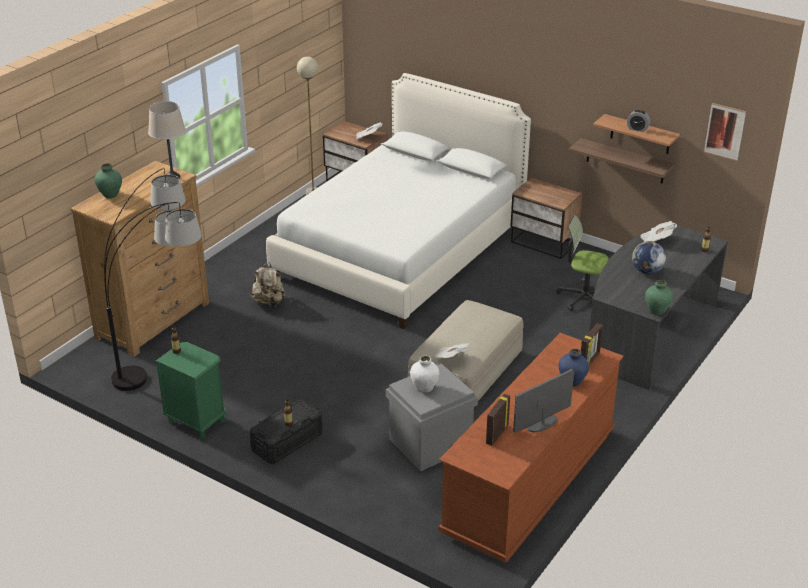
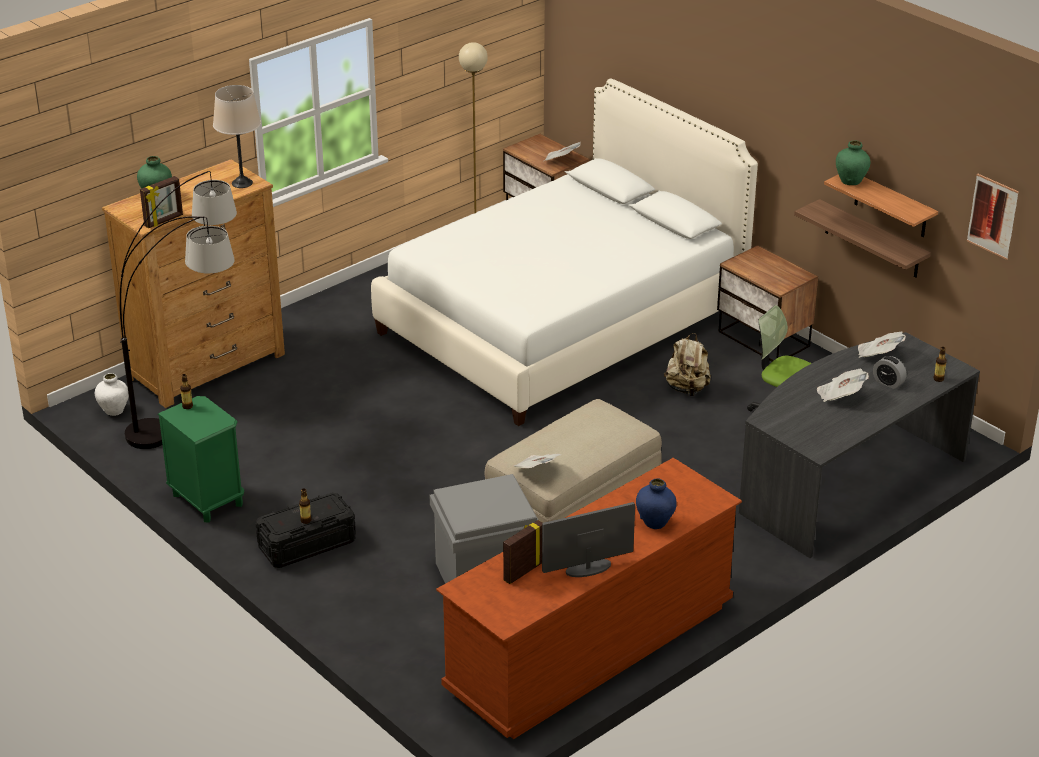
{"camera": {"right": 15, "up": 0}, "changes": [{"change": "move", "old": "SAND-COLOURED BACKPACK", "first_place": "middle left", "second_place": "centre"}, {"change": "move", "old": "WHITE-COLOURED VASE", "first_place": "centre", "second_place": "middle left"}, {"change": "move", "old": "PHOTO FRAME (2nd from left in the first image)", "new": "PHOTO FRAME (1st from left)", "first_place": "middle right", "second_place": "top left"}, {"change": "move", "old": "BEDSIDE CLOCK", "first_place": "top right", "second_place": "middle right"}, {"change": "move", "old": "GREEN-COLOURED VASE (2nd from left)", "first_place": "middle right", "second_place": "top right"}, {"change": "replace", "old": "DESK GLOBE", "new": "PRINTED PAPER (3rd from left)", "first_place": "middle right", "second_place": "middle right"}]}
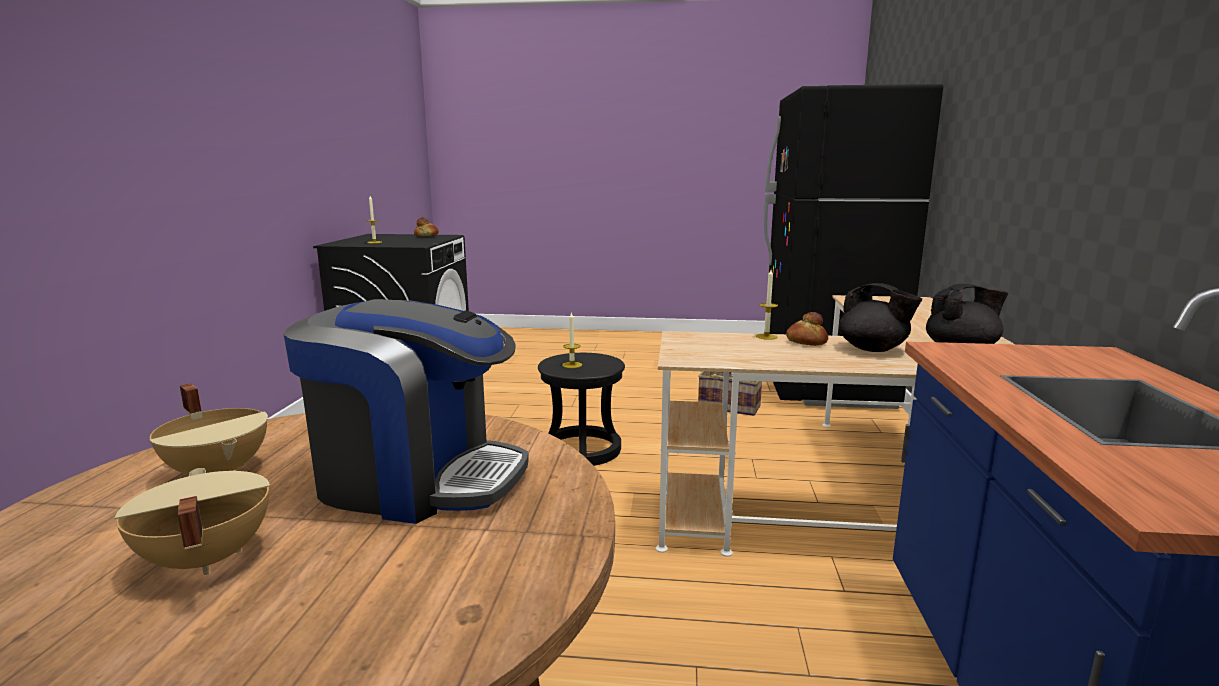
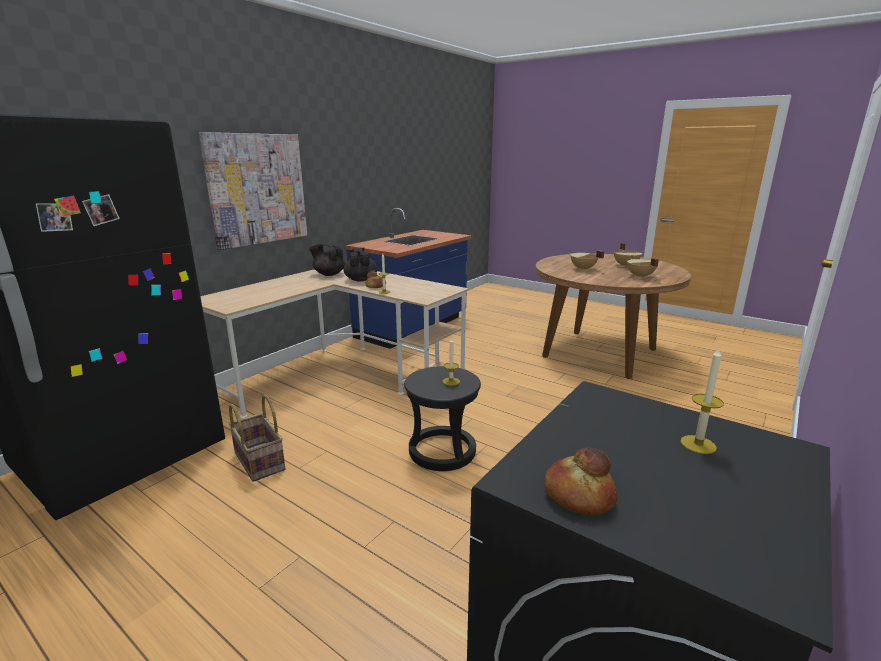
{"camera": {"right": -150, "up": 5}, "changes": [{"change": "insert", "new": "PICTURE", "second_place": "top left"}, {"change": "replace", "old": "COFFEE MAKER", "new": "SAND-COLOURED STOCKPOT (1st from left)", "first_place": "middle left", "second_place": "centre"}]}
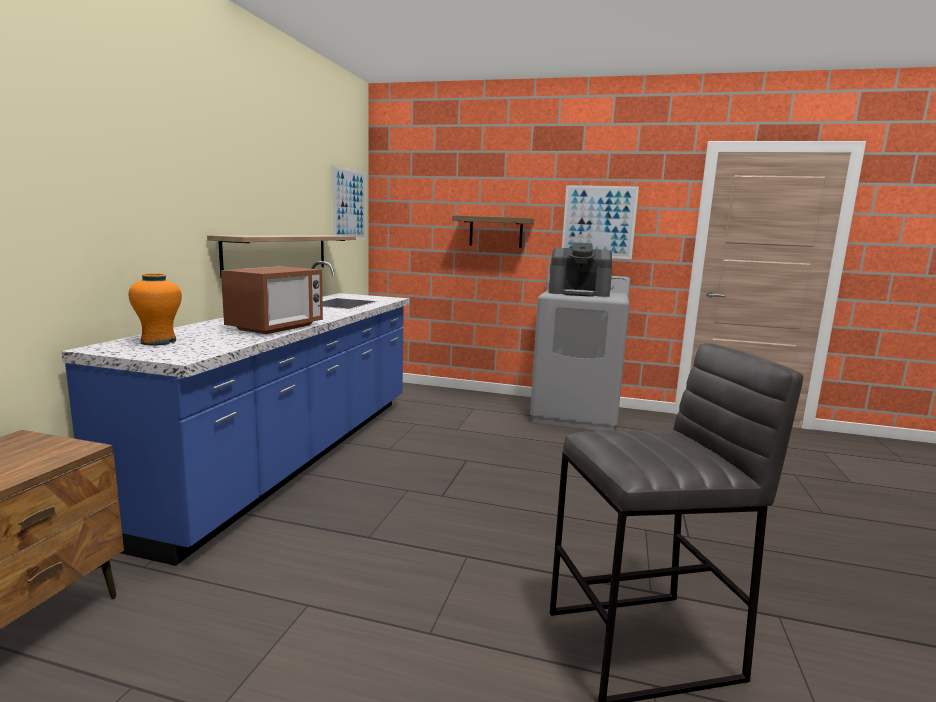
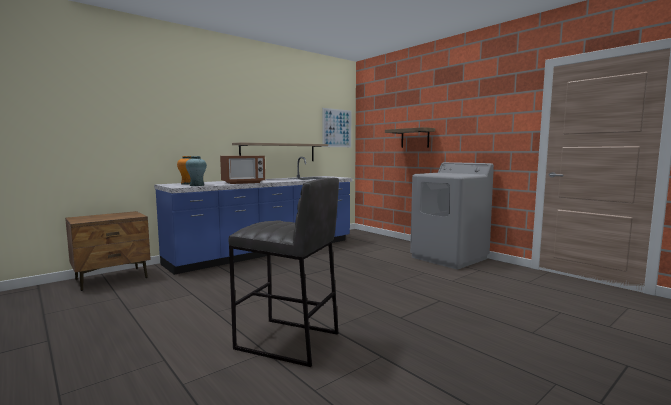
{"camera": {"right": 35, "up": -5}, "changes": [{"change": "delete", "old": "COFFEE MAKER", "first_place": "centre"}, {"change": "delete", "old": "PICTURE (2nd from left)", "first_place": "top centre"}, {"change": "insert", "new": "TURQUOISE-COLOURED VASE", "second_place": "middle left"}]}
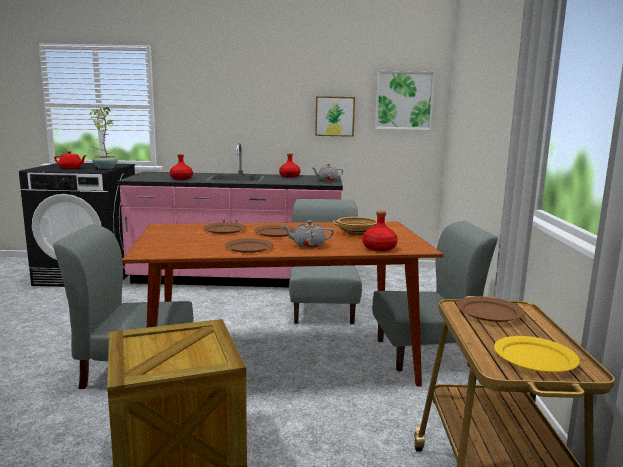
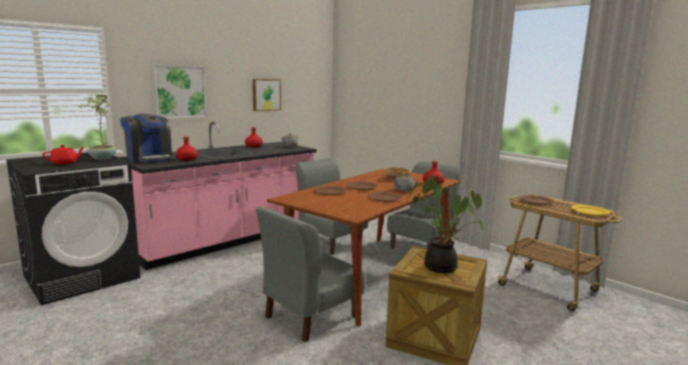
{"camera": {"right": -45, "up": 0}, "changes": [{"change": "insert", "new": "COFFEE MAKER", "second_place": "middle left"}, {"change": "insert", "new": "PLANT IN A POT (2nd from left)", "second_place": "centre"}, {"change": "move", "old": "PICTURE (2nd from left in the first image)", "new": "PICTURE (1st from left)", "first_place": "top centre", "second_place": "top left"}]}
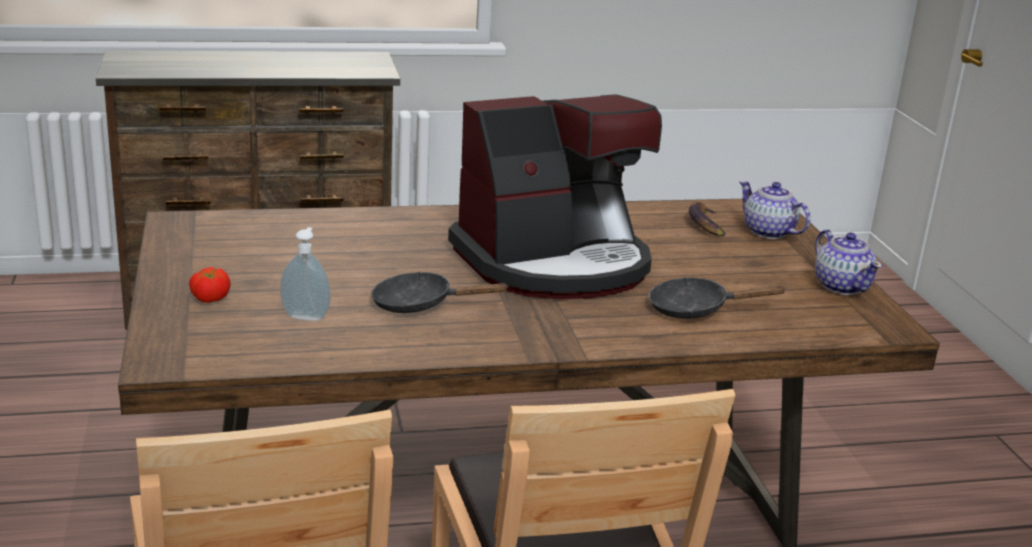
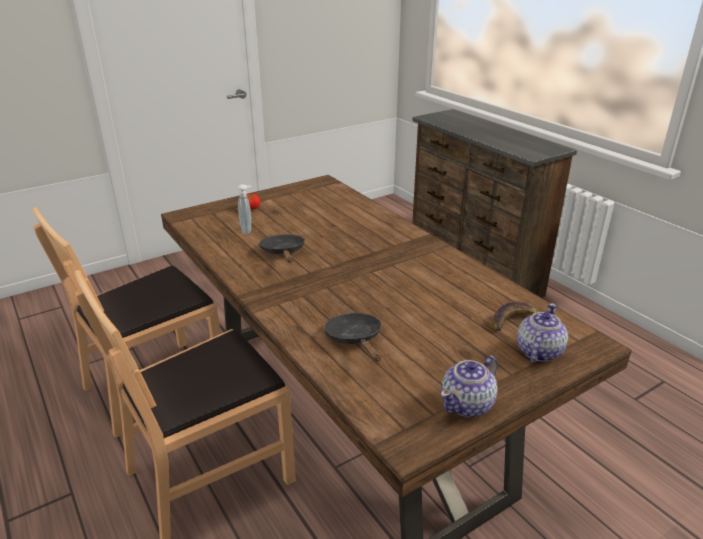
{"camera": {"right": 70, "up": 5}, "changes": [{"change": "delete", "old": "COFFEE MAKER", "first_place": "centre"}]}
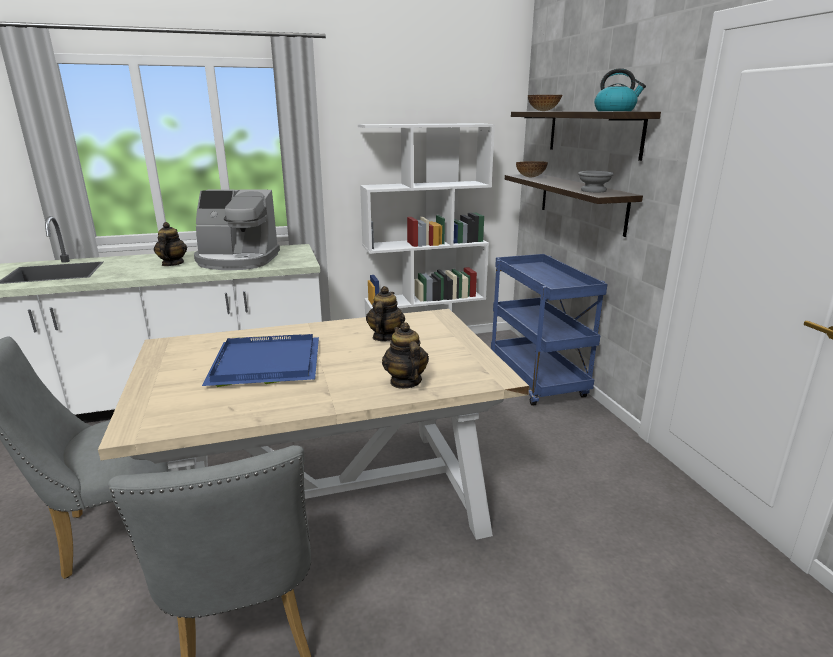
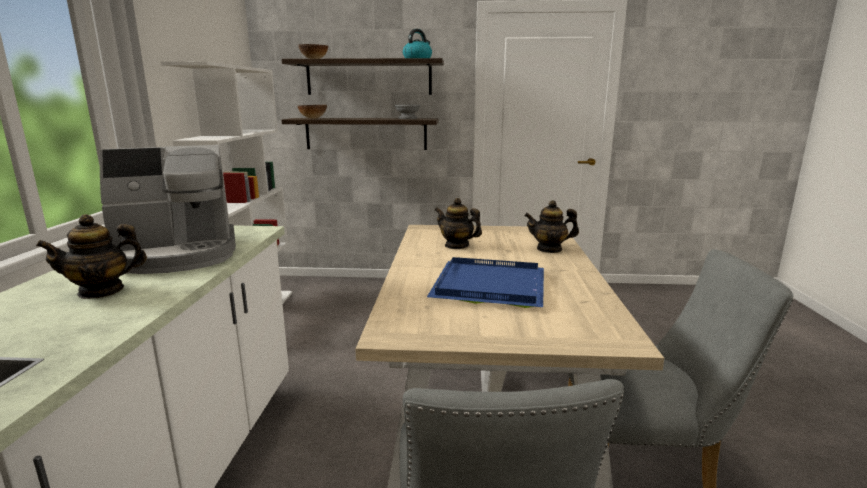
{"camera": {"right": -70, "up": -5}, "changes": [{"change": "delete", "old": "BLUE-COLOURED CART", "first_place": "centre"}, {"change": "rotate", "old": "TEAPOT (1st from left)", "first_place": "middle left", "second_place": "middle left", "degrees": -45}, {"change": "rotate", "old": "COFFEE MAKER", "first_place": "middle left", "second_place": "middle left", "degrees": 45}]}
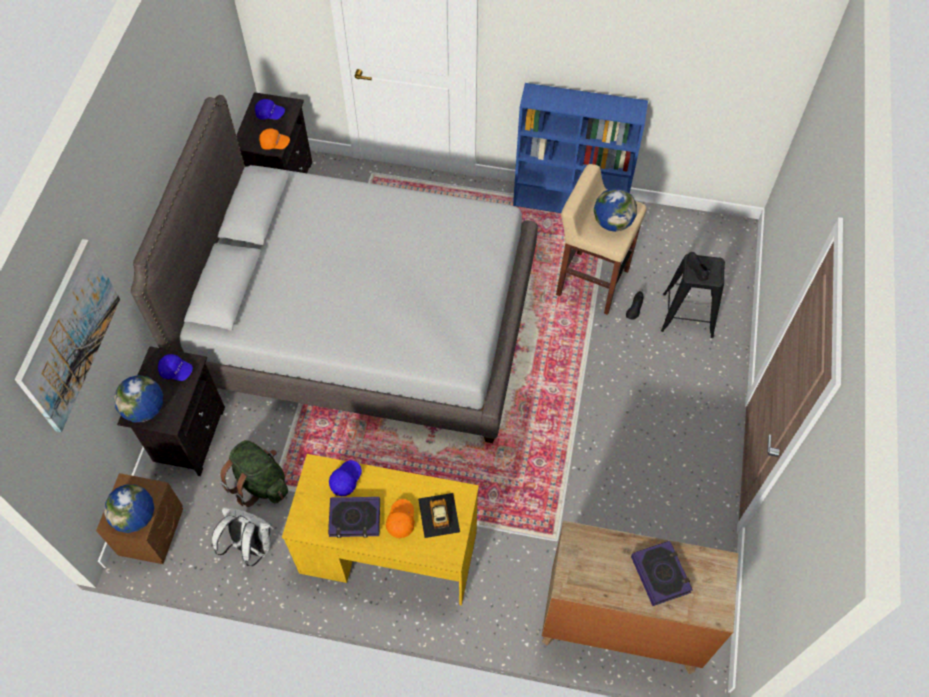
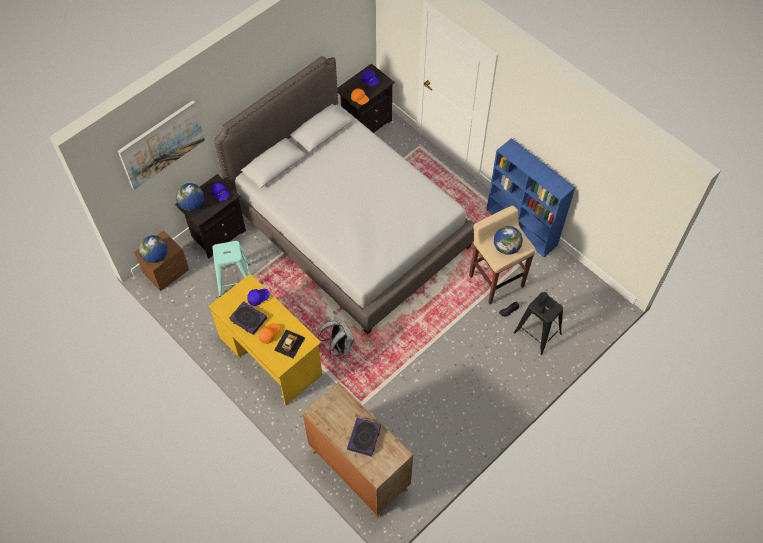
{"camera": {"right": 35, "up": 0}, "changes": [{"change": "move", "old": "WHITE-COLOURED BACKPACK", "first_place": "bottom left", "second_place": "centre"}, {"change": "replace", "old": "GREEN-COLOURED BACKPACK", "new": "TURQUOISE-COLOURED STOOL SEAT", "first_place": "bottom left", "second_place": "middle left"}]}
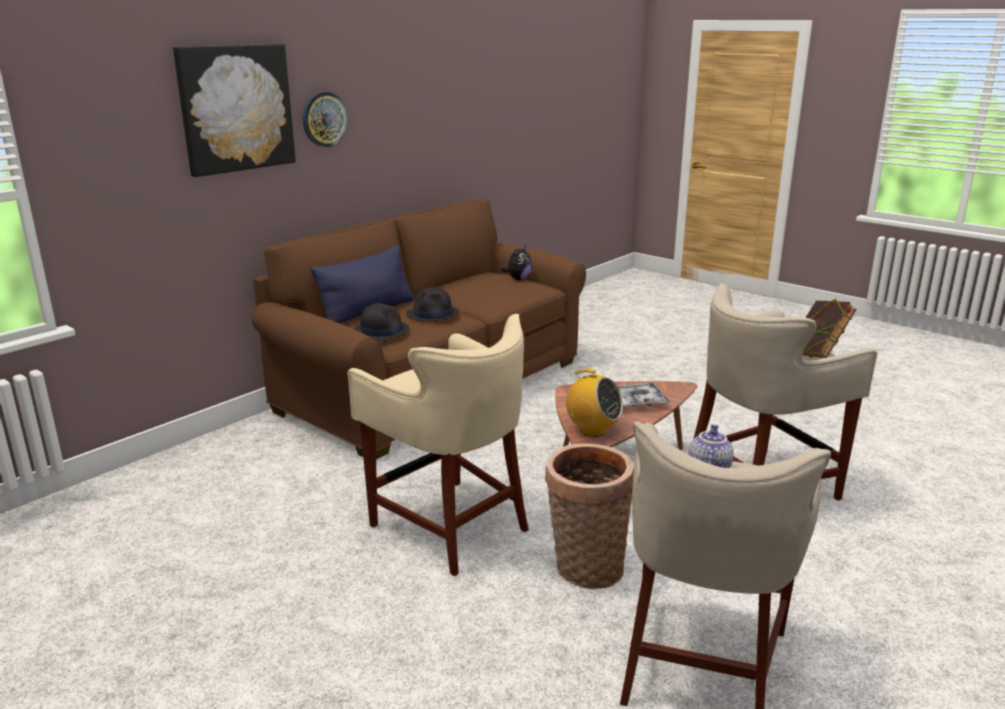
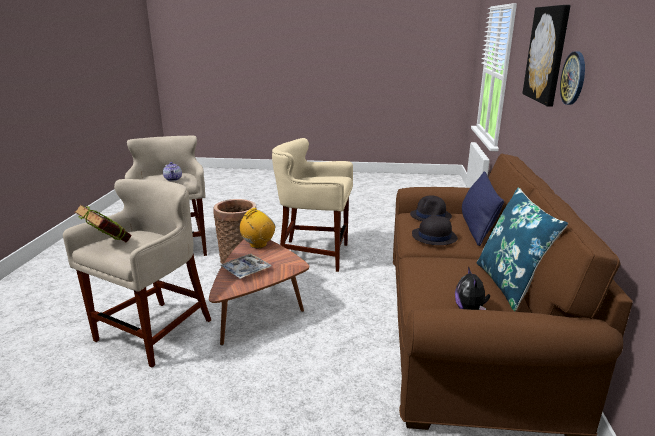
{"camera": {"right": 145, "up": 0}, "changes": [{"change": "insert", "new": "BLUE-COLOURED THROW PILLOW (2nd from left)", "second_place": "middle right"}, {"change": "rotate", "old": "RADIO RECEIVER", "first_place": "centre", "second_place": "centre", "degrees": 135}]}
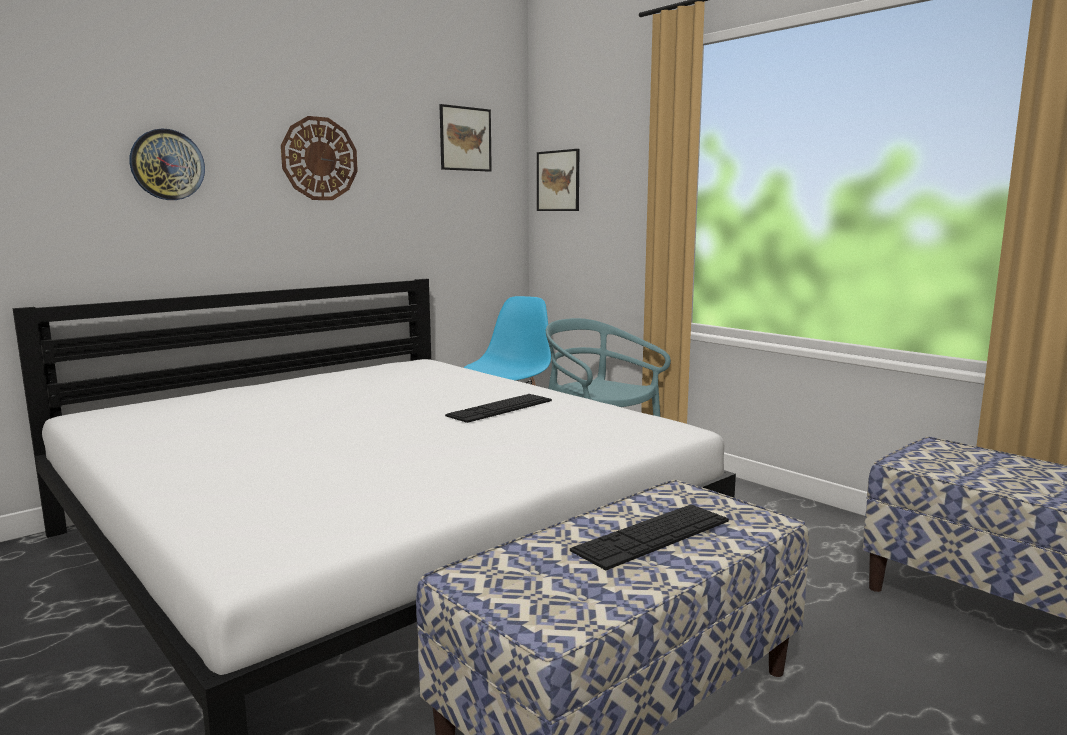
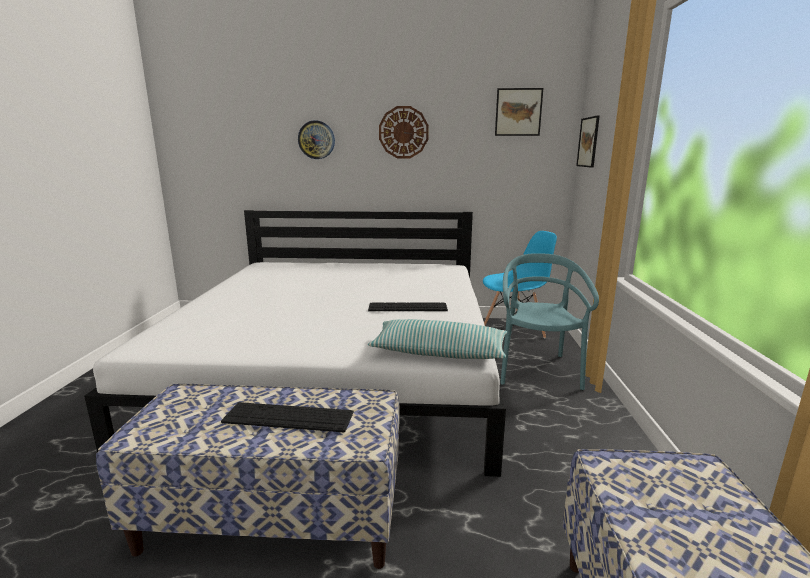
{"camera": {"right": 45, "up": 5}, "changes": [{"change": "insert", "new": "THROW PILLOW", "second_place": "centre"}]}
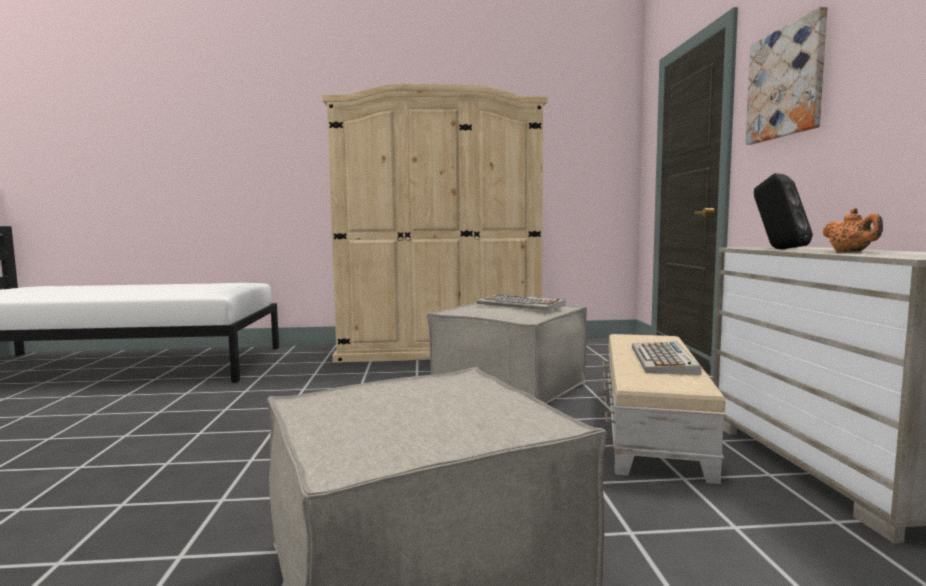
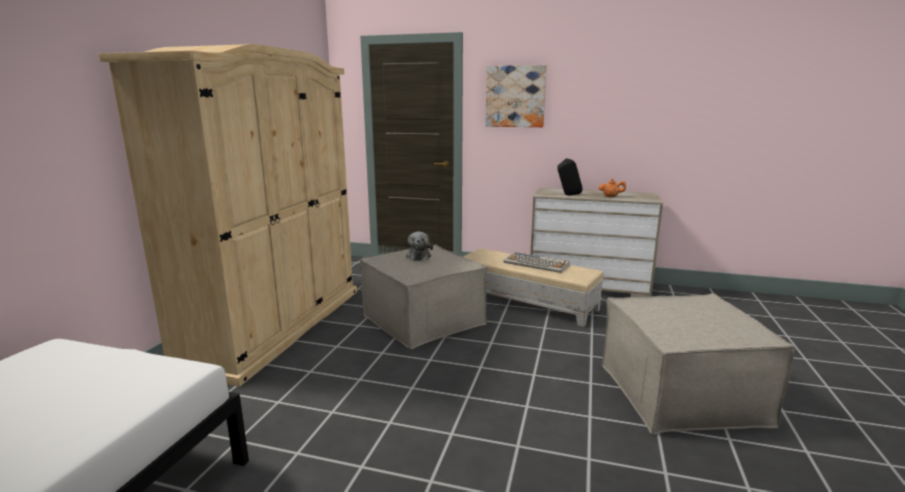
{"camera": {"right": -70, "up": 10}, "changes": [{"change": "replace", "old": "PC KEYBOARD (1st from left)", "new": "PLUSH TOY", "first_place": "centre", "second_place": "centre"}]}
